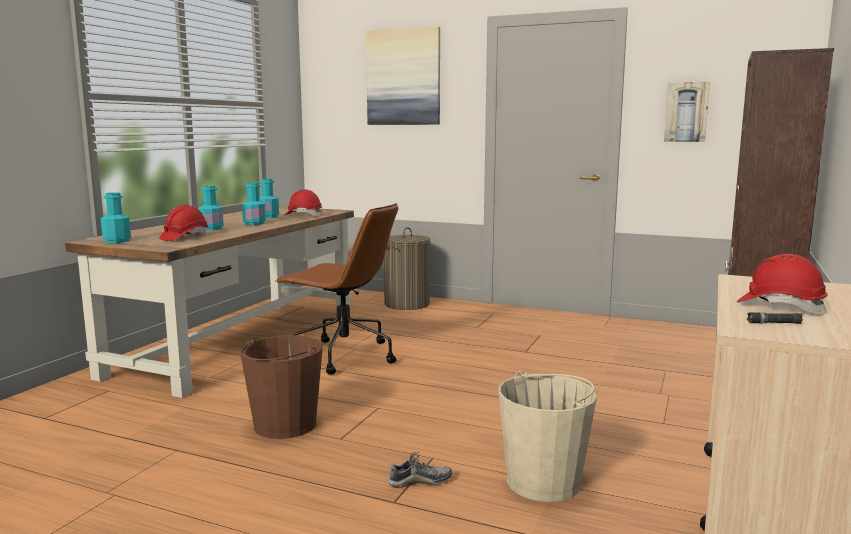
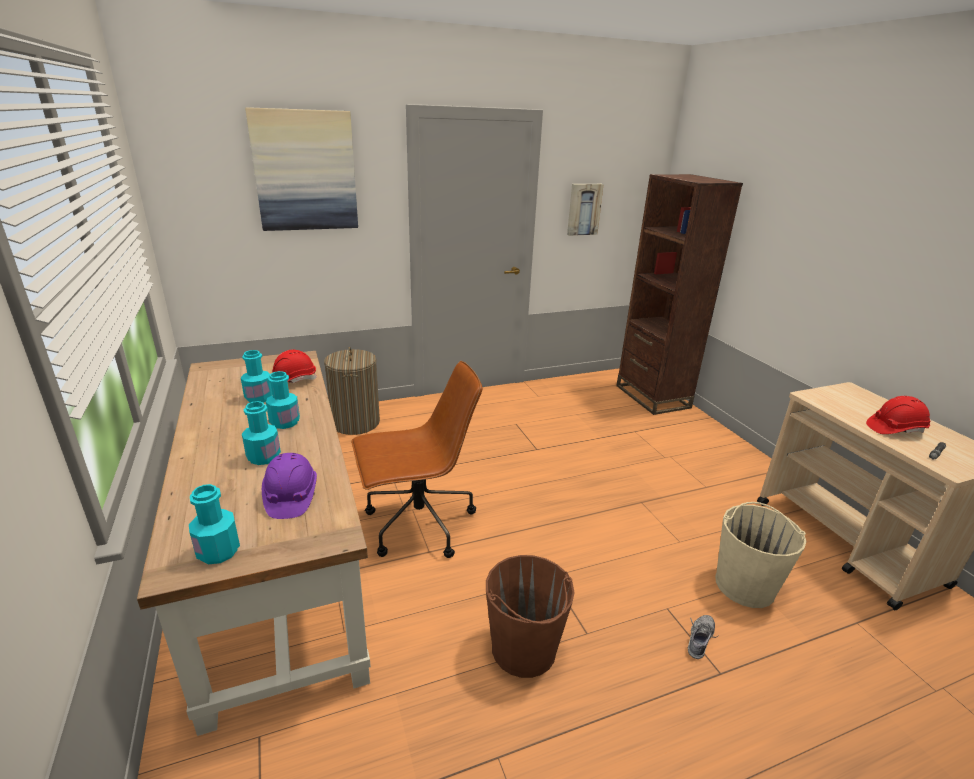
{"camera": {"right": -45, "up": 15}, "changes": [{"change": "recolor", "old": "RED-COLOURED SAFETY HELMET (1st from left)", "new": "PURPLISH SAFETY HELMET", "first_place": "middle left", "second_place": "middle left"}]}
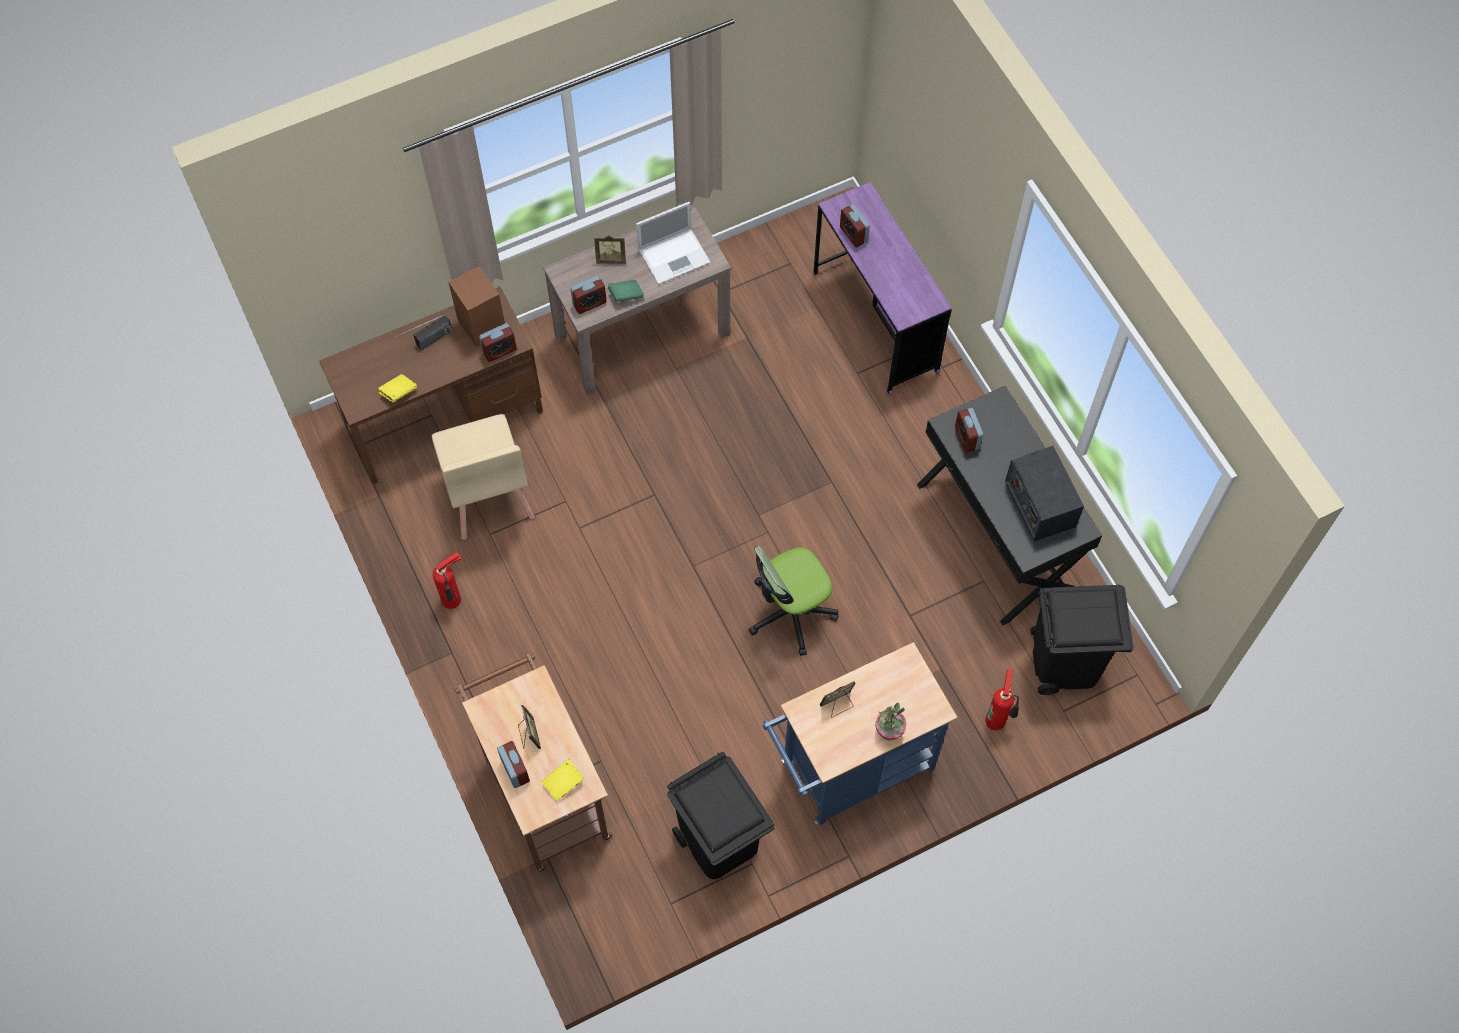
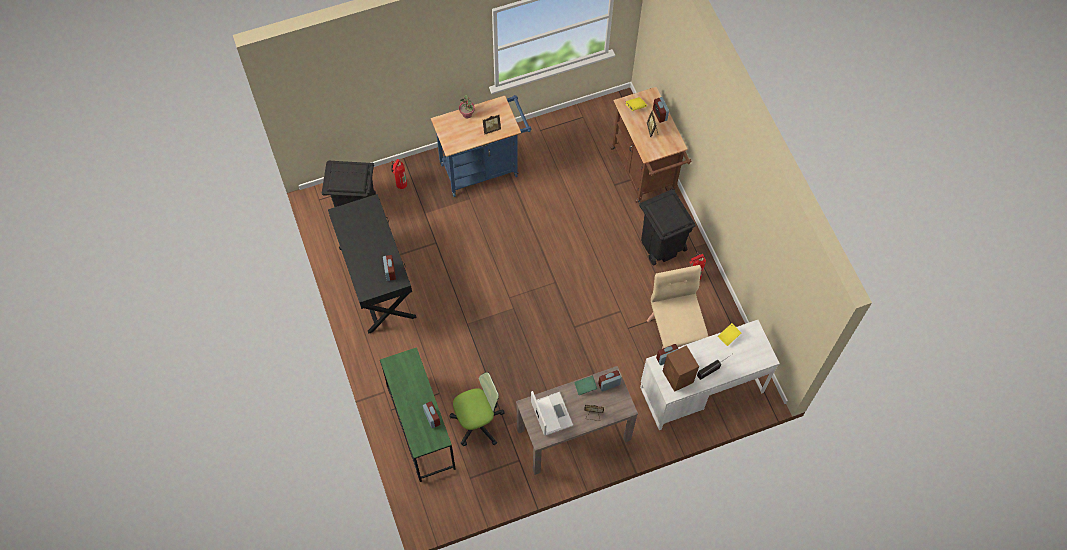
{"camera": {"right": -175, "up": 0}, "changes": [{"change": "delete", "old": "RADIO RECEIVER (2nd from left)", "first_place": "middle right"}, {"change": "move", "old": "BLACK TRASH CAN (1st from left in the first image)", "new": "BLACK TRASH CAN (2nd from left)", "first_place": "bottom centre", "second_place": "centre"}, {"change": "move", "old": "DESK CHAIR", "first_place": "centre", "second_place": "bottom centre"}, {"change": "recolor", "old": "BROWNISH DESK UNIT", "new": "WHITE-COLOURED DESK UNIT", "first_place": "middle left", "second_place": "bottom centre"}, {"change": "recolor", "old": "PURPLISH DESK UNIT", "new": "GREEN-COLOURED DESK UNIT", "first_place": "top centre", "second_place": "bottom centre"}, {"change": "rotate", "old": "PORTABLE COMPUTER", "first_place": "top centre", "second_place": "bottom centre", "degrees": 90}]}
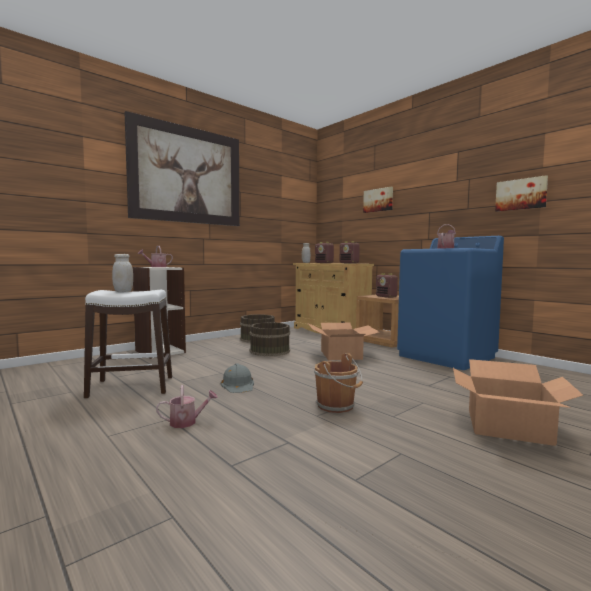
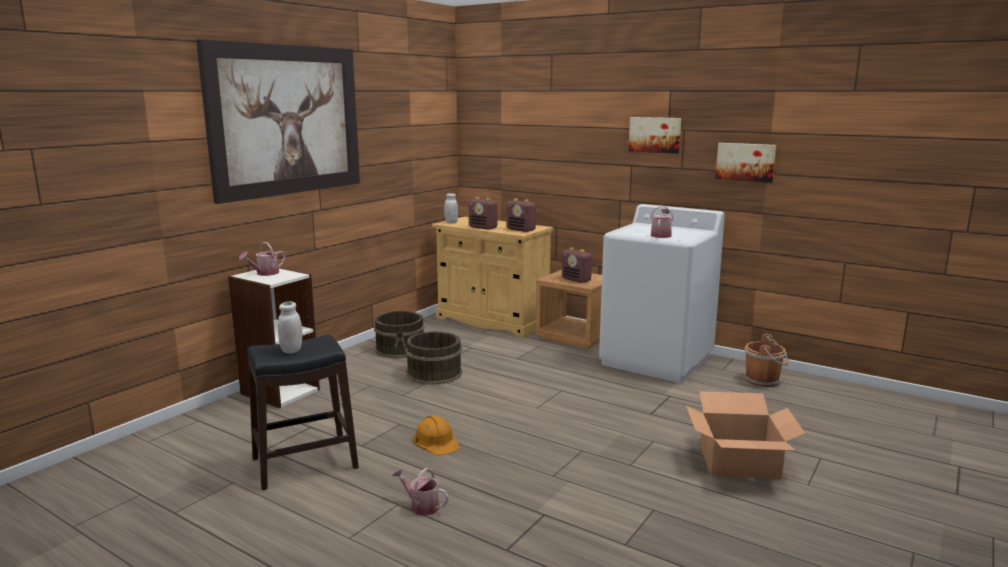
{"camera": {"right": -15, "up": 10}, "changes": [{"change": "delete", "old": "PACKING BOX (1st from left)", "first_place": "centre"}, {"change": "move", "old": "BROWNISH WATER BUCKET (3rd from left)", "first_place": "centre", "second_place": "middle right"}, {"change": "move", "old": "PICTURE (2nd from left)", "first_place": "centre", "second_place": "top centre"}, {"change": "recolor", "old": "WHITE-COLOURED STOOL SEAT", "new": "BLACK STOOL SEAT", "first_place": "middle left", "second_place": "bottom left"}, {"change": "recolor", "old": "GREYISH SAFETY HELMET", "new": "ORANGE SAFETY HELMET", "first_place": "centre", "second_place": "bottom centre"}, {"change": "recolor", "old": "BLUE-COLOURED WASHING MACHINE", "new": "WHITE-COLOURED WASHING MACHINE", "first_place": "middle right", "second_place": "centre"}, {"change": "rotate", "old": "WATERING CAN (2nd from left)", "first_place": "bottom left", "second_place": "bottom centre", "degrees": -120}]}
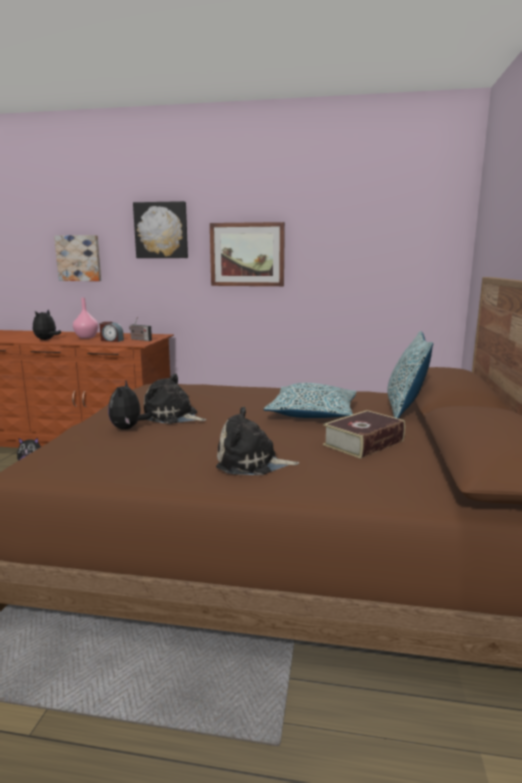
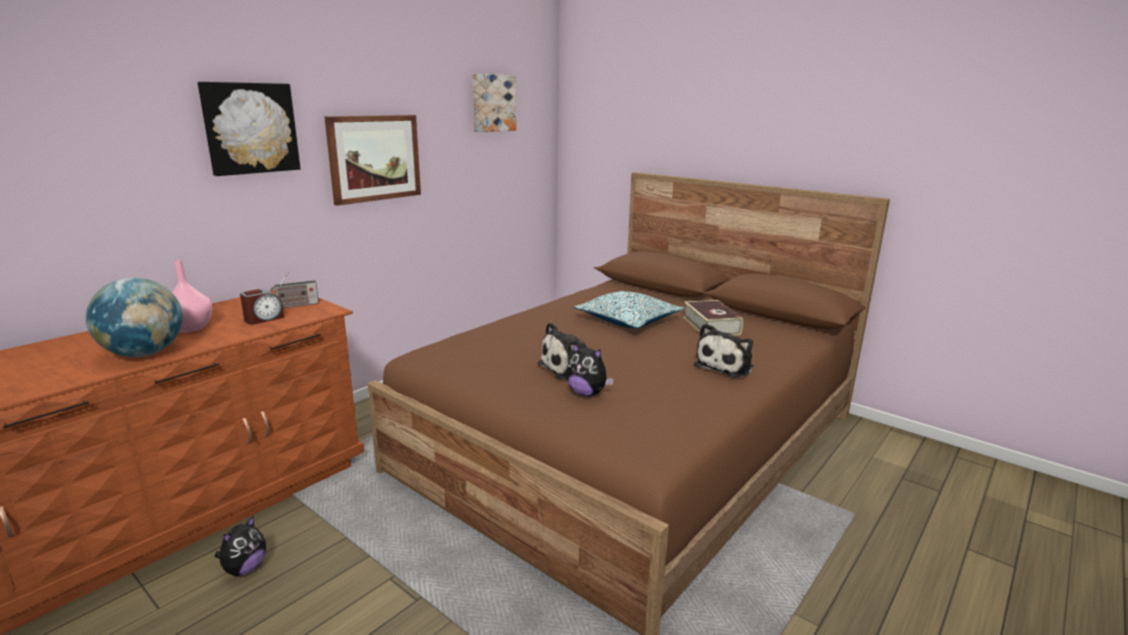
{"camera": {"right": -60, "up": 5}, "changes": [{"change": "delete", "old": "THROW PILLOW (2nd from left)", "first_place": "middle right"}, {"change": "move", "old": "PICTURE (1st from left in the first image)", "new": "PICTURE (3rd from left)", "first_place": "top left", "second_place": "top centre"}, {"change": "replace", "old": "PLUSH TOY (2nd from left)", "new": "DESK GLOBE", "first_place": "middle left", "second_place": "middle left"}]}
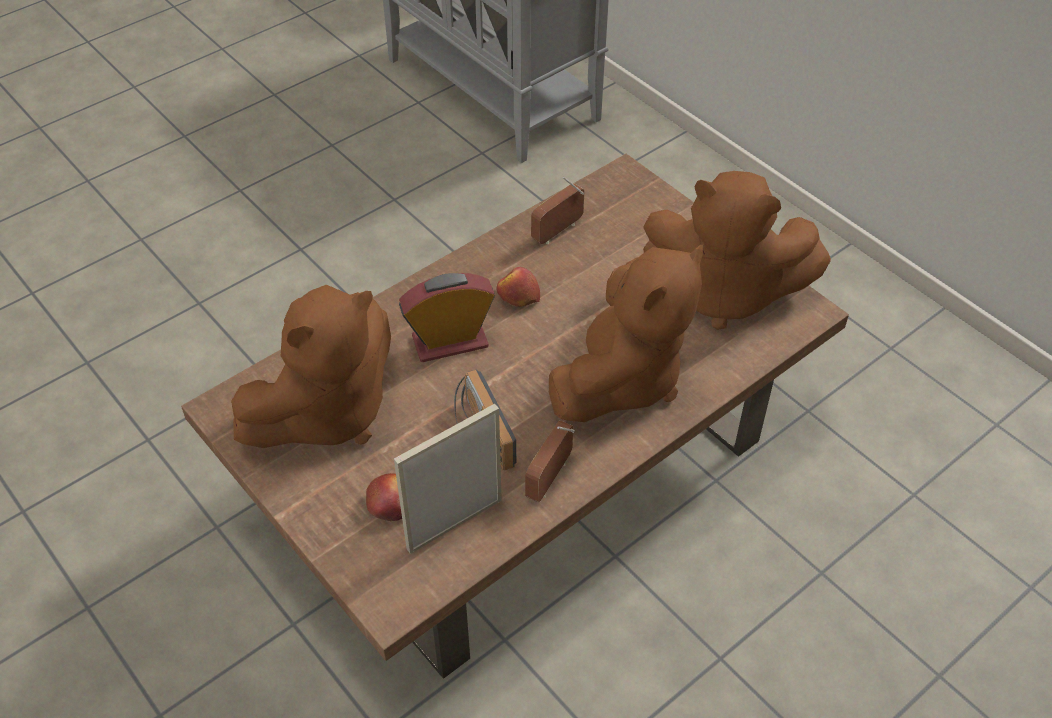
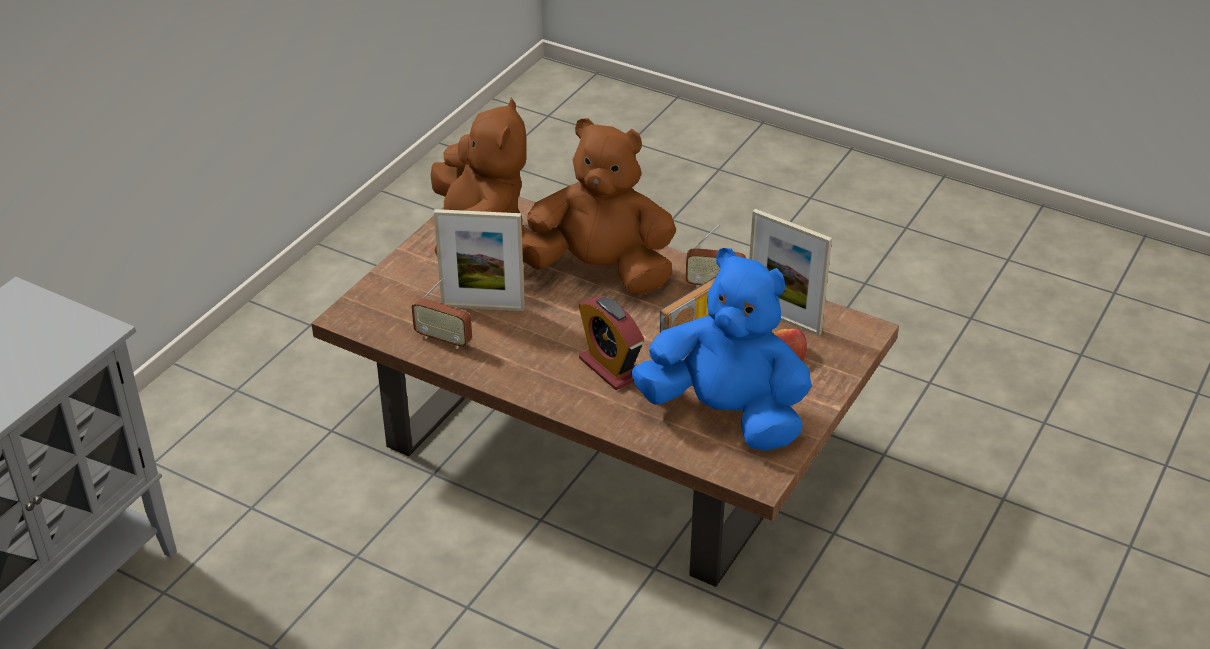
{"camera": {"right": -110, "up": -10}, "changes": [{"change": "delete", "old": "WHOLE APPLE (2nd from left)", "first_place": "centre"}, {"change": "insert", "new": "PHOTO FRAME (1st from left)", "second_place": "centre"}, {"change": "recolor", "old": "BROWNISH PLUSH TOY (1st from left)", "new": "BLUE-COLOURED PLUSH TOY", "first_place": "middle left", "second_place": "centre"}]}
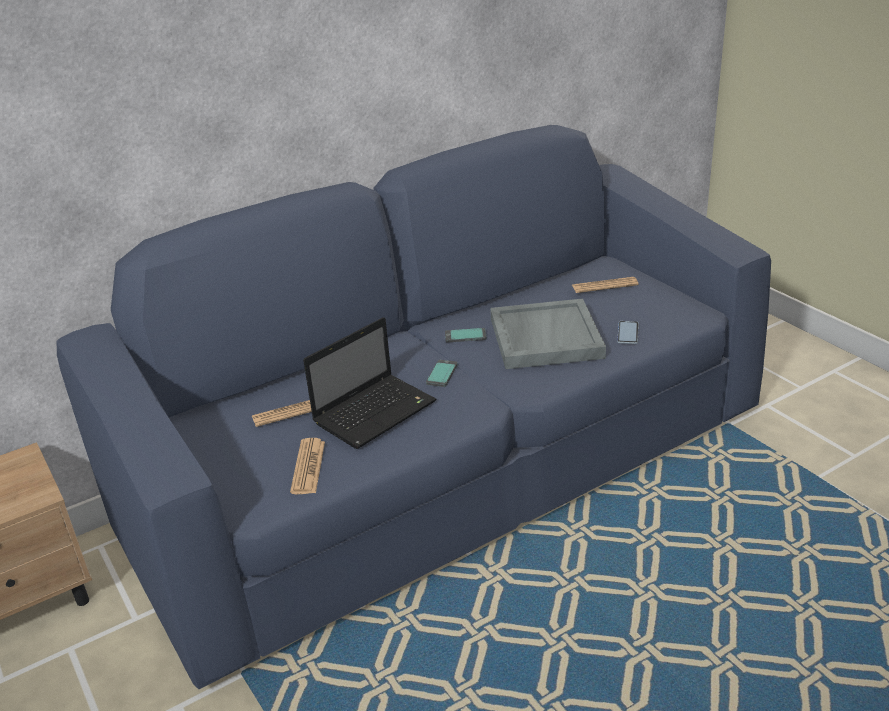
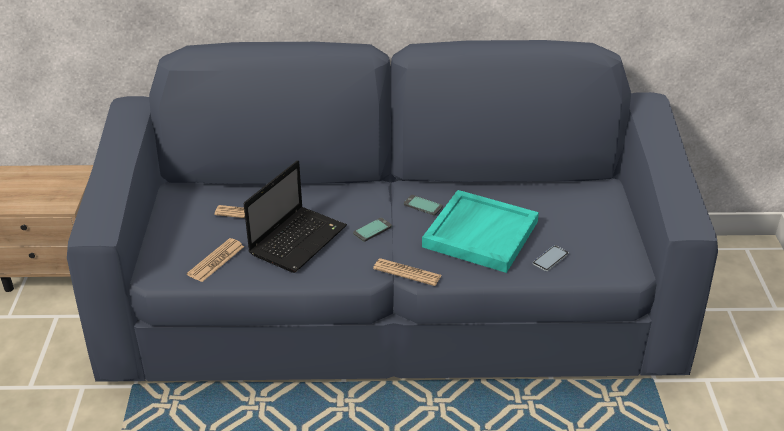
{"camera": {"right": 30, "up": 5}, "changes": [{"change": "move", "old": "PRINTED PAPER (3rd from left)", "first_place": "middle right", "second_place": "centre"}, {"change": "recolor", "old": "GREYISH CARRYING TRAY", "new": "TURQUOISE-COLOURED CARRYING TRAY", "first_place": "centre", "second_place": "centre"}, {"change": "rotate", "old": "PORTABLE COMPUTER", "first_place": "centre", "second_place": "centre", "degrees": -45}]}
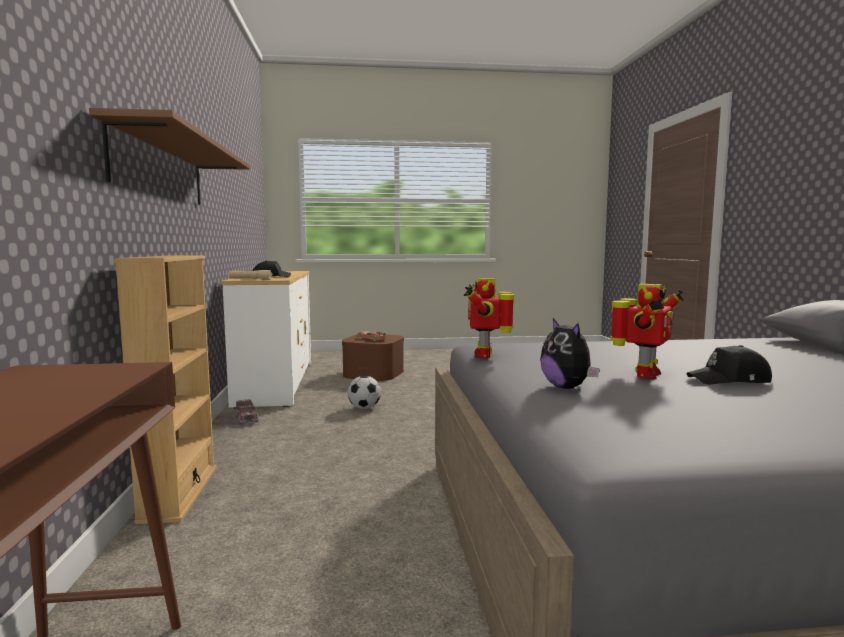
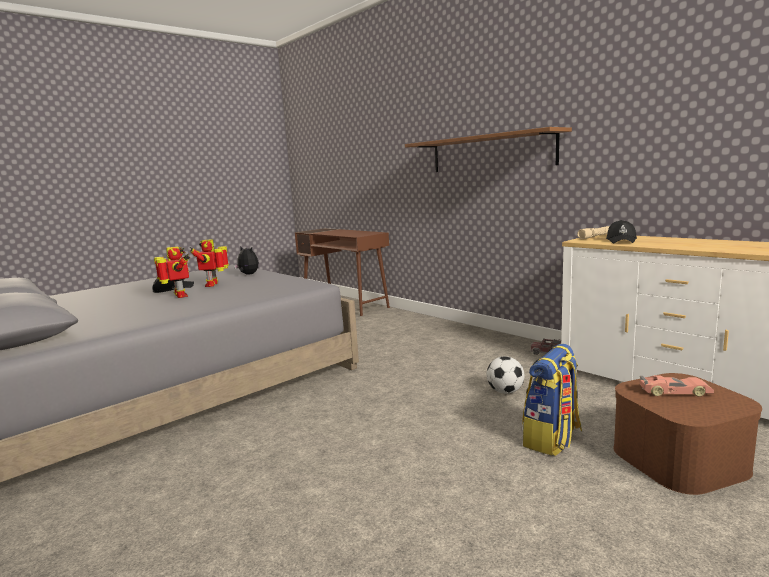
{"camera": {"right": 145, "up": 5}, "changes": [{"change": "delete", "old": "SAND-COLOURED SHELVING UNIT", "first_place": "middle left"}, {"change": "insert", "new": "BACKPACK", "second_place": "bottom right"}, {"change": "move", "old": "MODEL ROBOT (1st from left)", "first_place": "centre", "second_place": "middle left"}]}
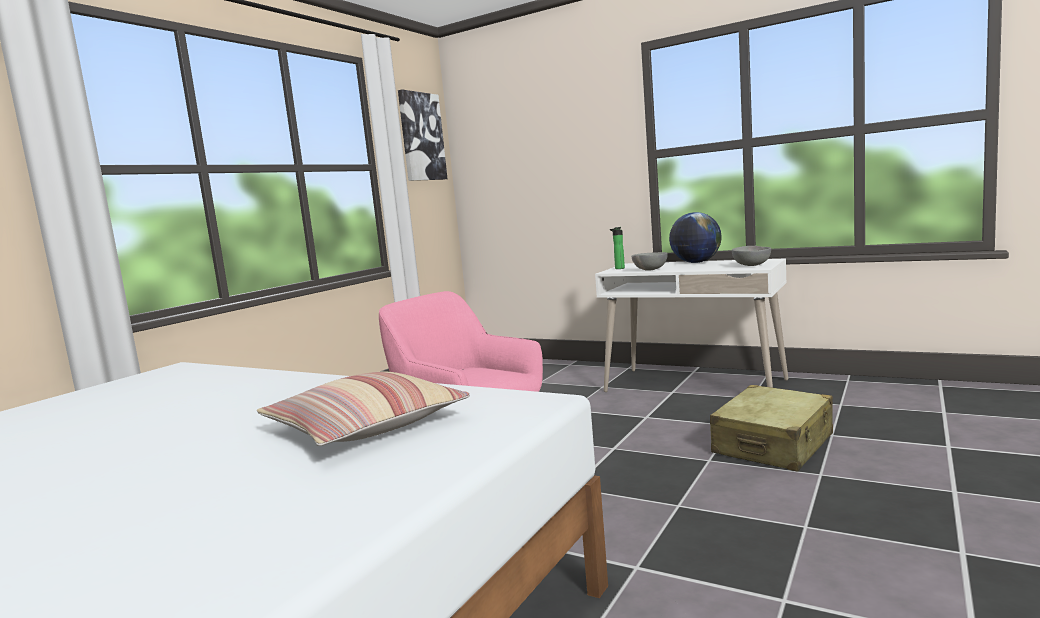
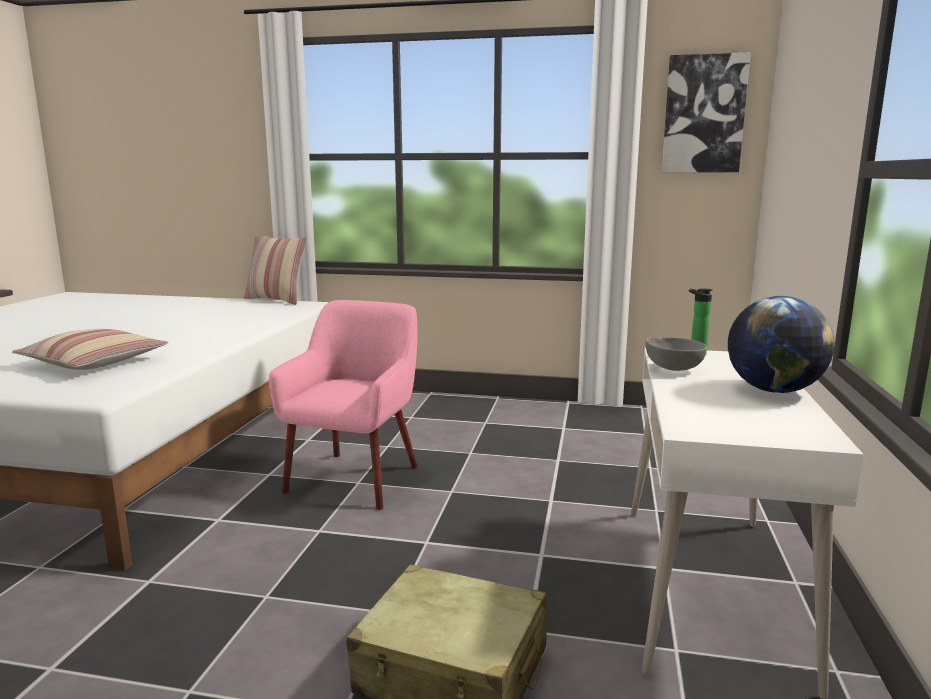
{"camera": {"right": 70, "up": 5}, "changes": [{"change": "delete", "old": "GREYISH DEEP DISH (2nd from left)", "first_place": "middle right"}, {"change": "insert", "new": "THROW PILLOW (2nd from left)", "second_place": "middle left"}]}
